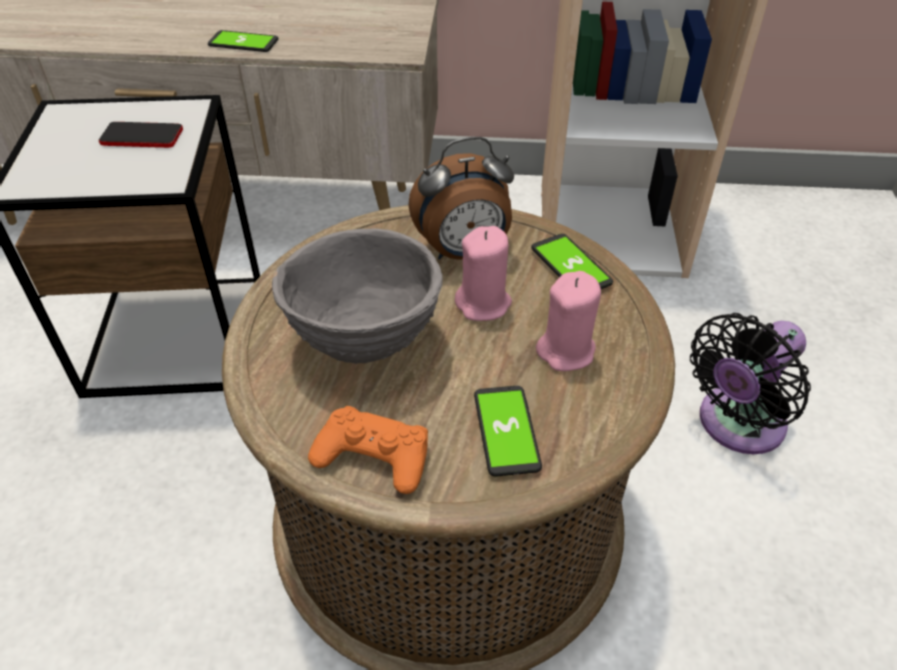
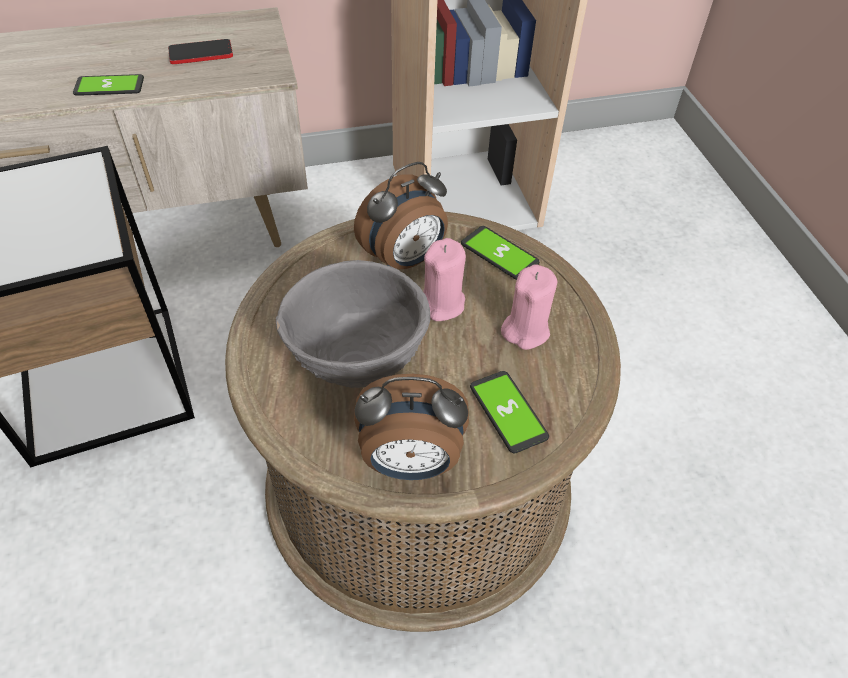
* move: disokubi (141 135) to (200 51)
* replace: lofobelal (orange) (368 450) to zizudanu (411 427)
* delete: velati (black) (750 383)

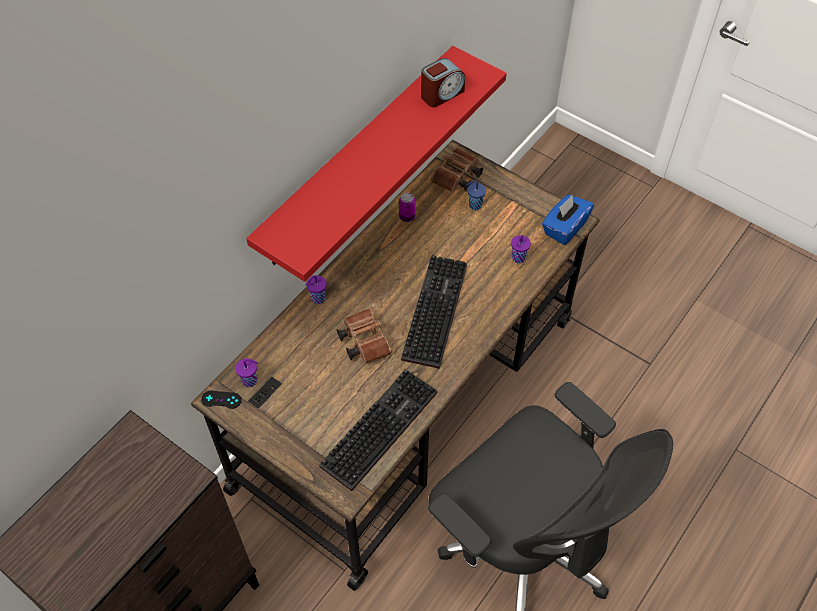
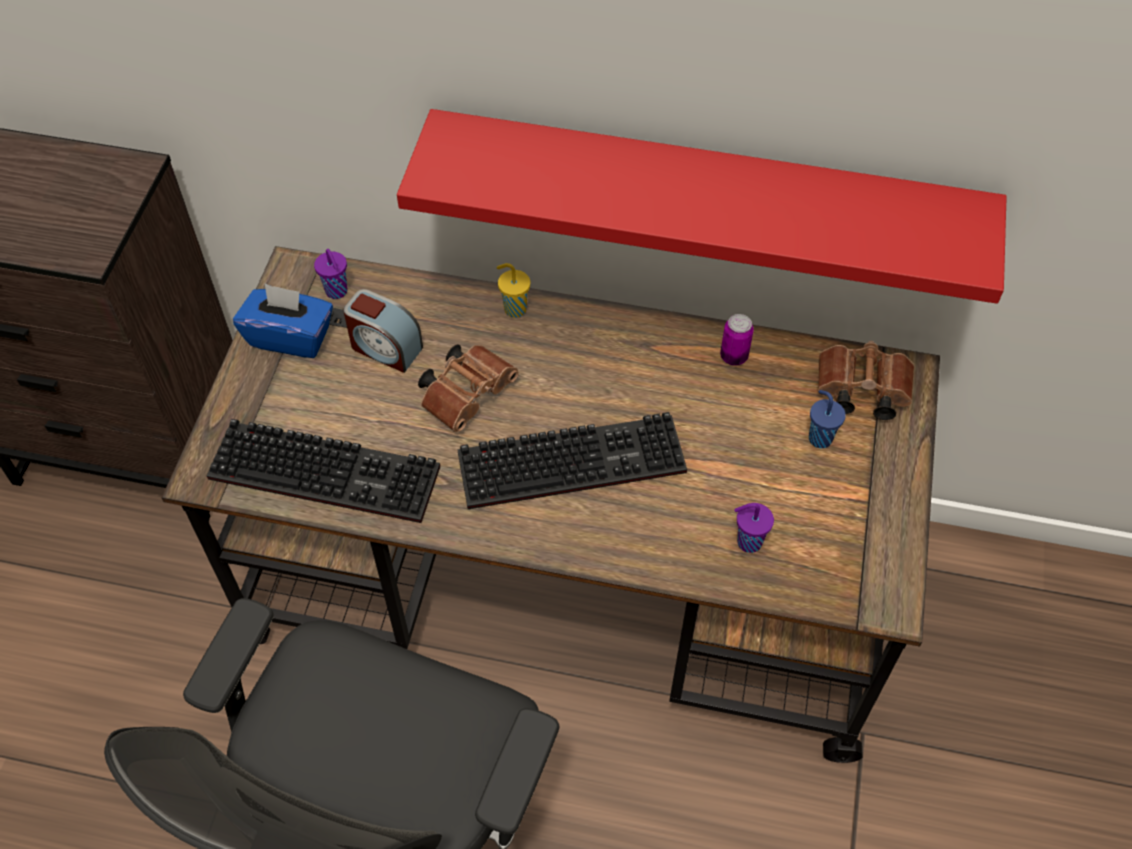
* delete: lofobelal (black) (221 400)
* recolor: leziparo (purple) (316 289) to leziparo (yellow) (513 290)
* move: zizudanu (443 82) to (383 331)
* move: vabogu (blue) (568 220) to (283 320)

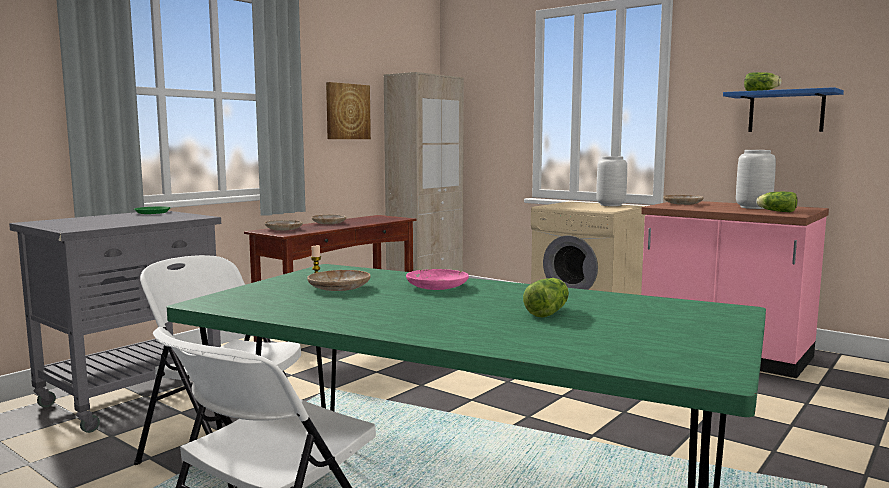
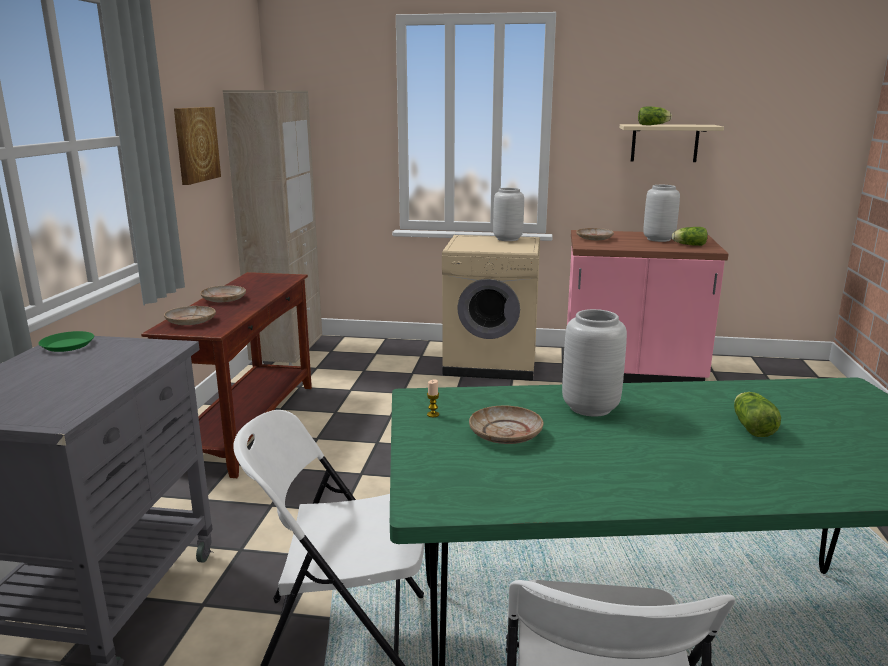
* replace: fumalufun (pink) (437 279) to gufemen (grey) (594 363)
* recolor: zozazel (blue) (783 109) to zozazel (beige) (672 143)

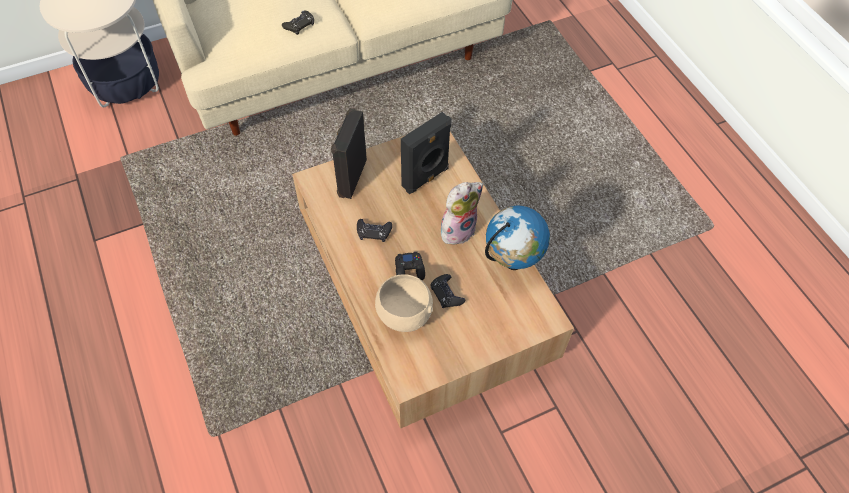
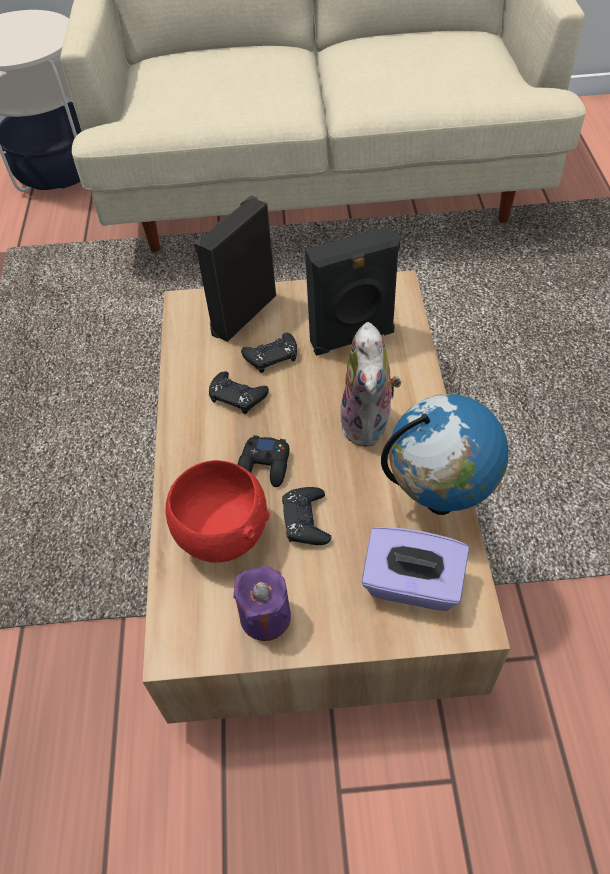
* move: lofobelal (black) (298 23) to (269 353)
* recolor: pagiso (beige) (404 303) to pagiso (red) (218 511)
* rotate: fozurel (462 213) = (371 384) 105 degrees clockwise
* insert: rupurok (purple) (262 603)
* insert: vabogu (purple) (415 569)

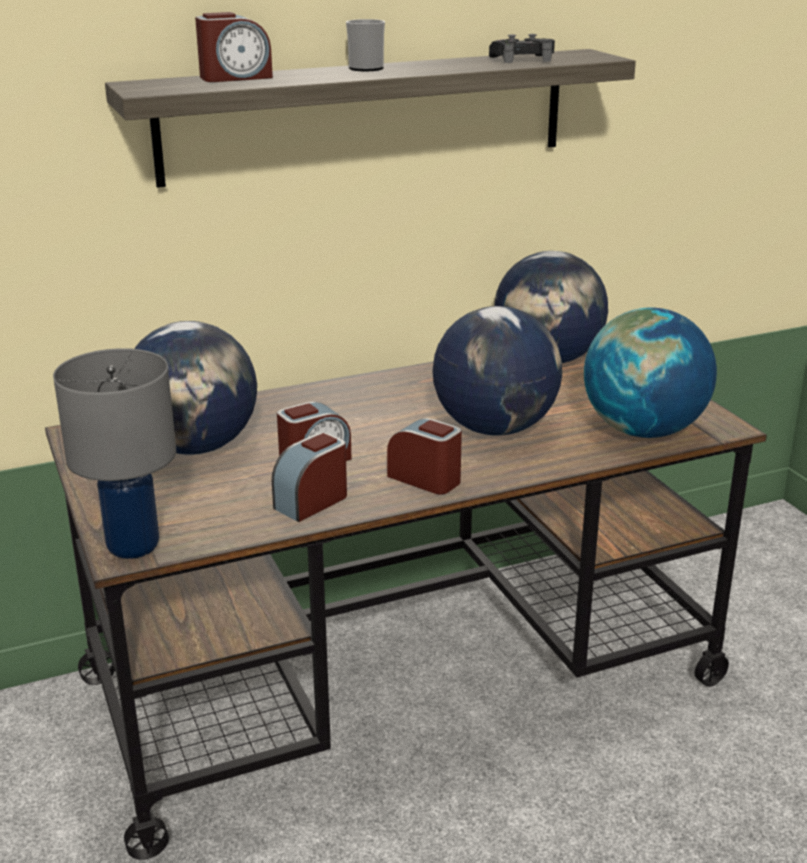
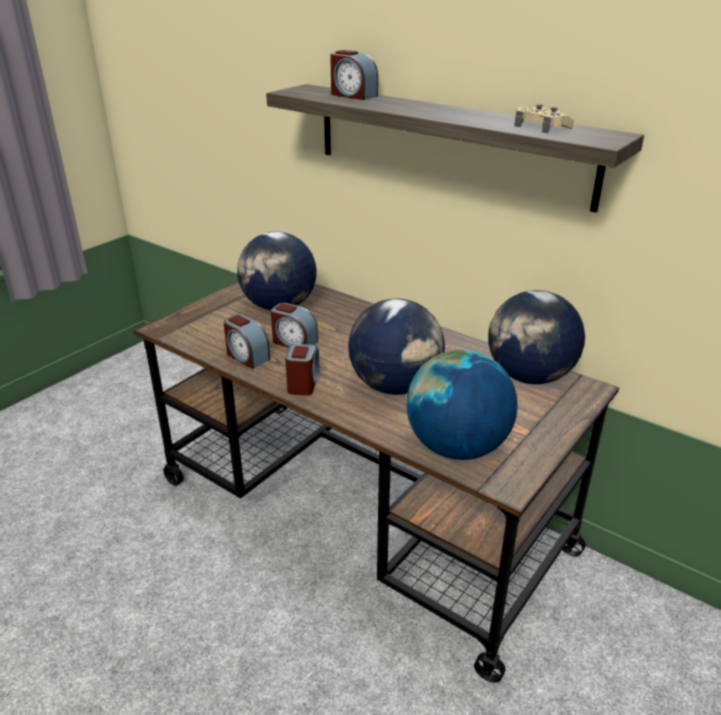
* delete: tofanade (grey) (114 453)
* rotate: zizudanu (309 477) = (247 341) 150 degrees counterclockwise
* delete: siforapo (365 45)
* recolor: lofobelal (black) (522 48) to lofobelal (beige) (544 118)

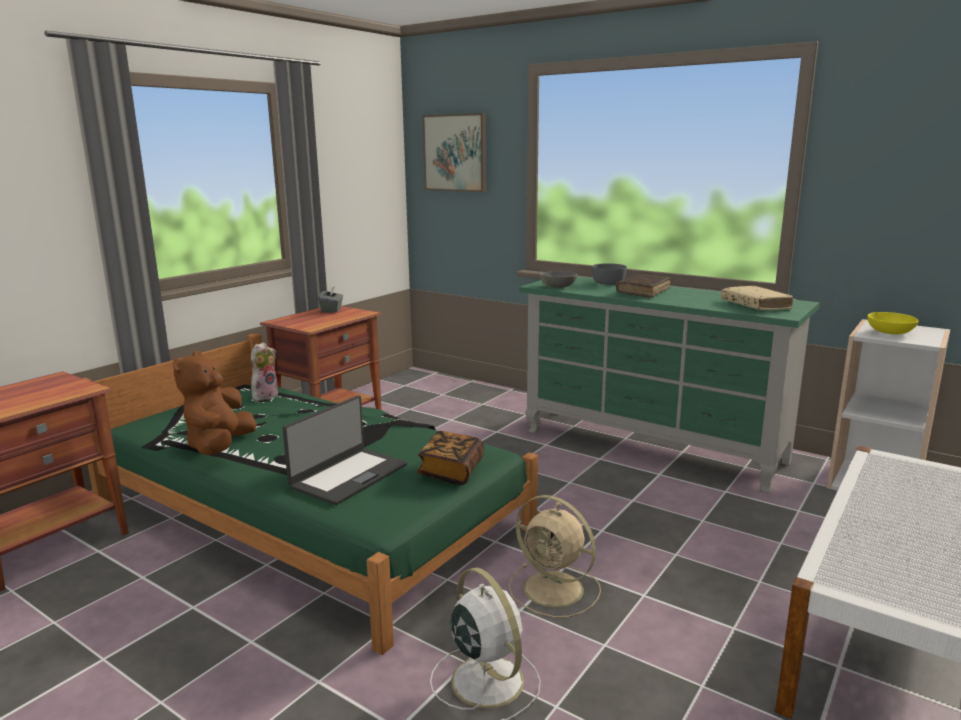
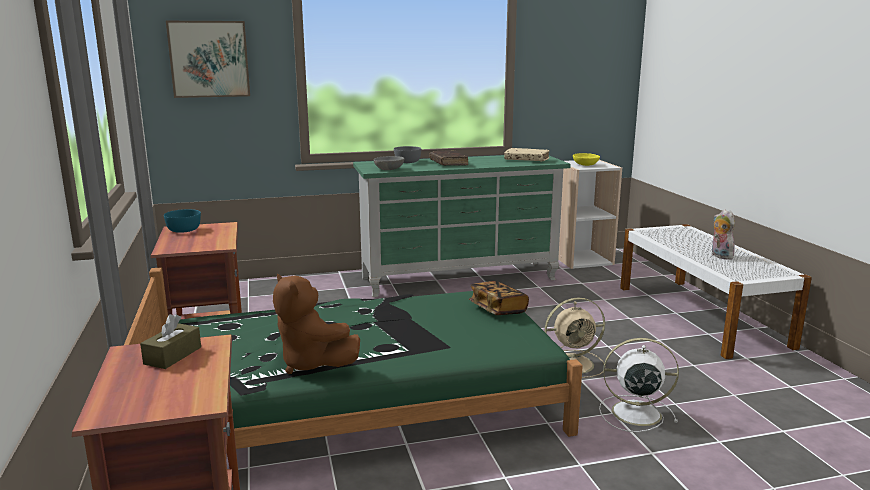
* move: fozurel (264 371) to (723 234)
* delete: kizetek (344 450)
* replace: vabogu (grey) (330 299) to pagiso (turquoise) (182 221)
* insert: vabogu (brown) (170 341)

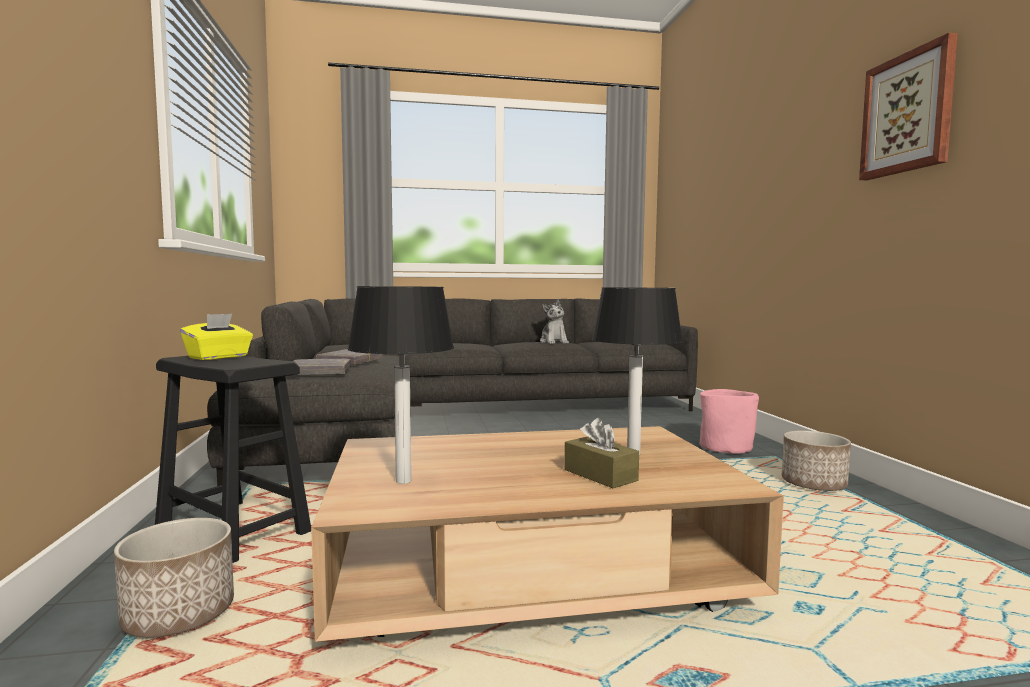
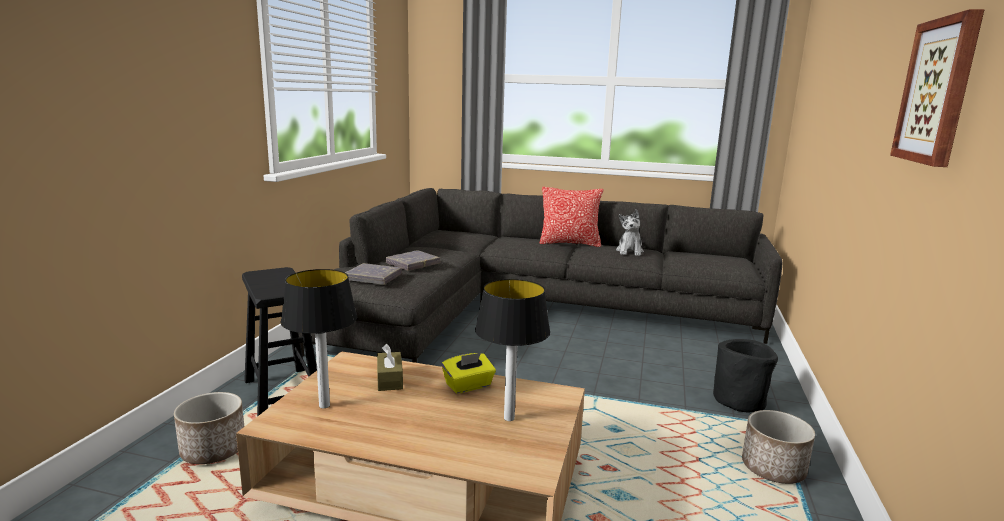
* move: vabogu (yellow) (216 337) to (469 373)
* move: vabogu (brown) (601 453) to (390 367)
* recolor: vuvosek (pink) (729 421) to vuvosek (black) (745 376)
* insert: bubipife (571 217)

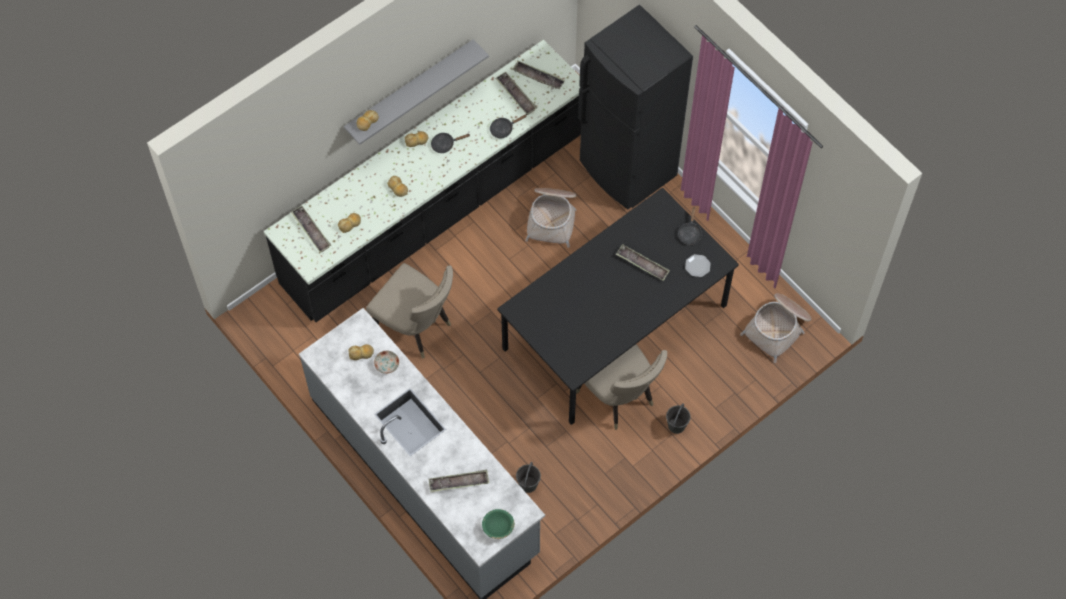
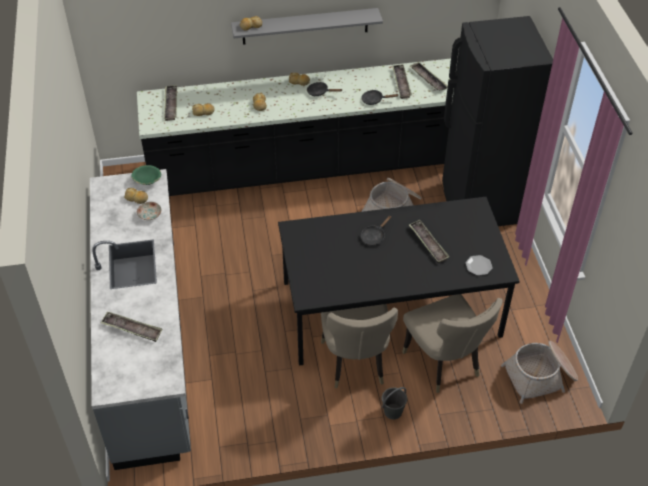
* move: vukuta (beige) (409 310) to (452 343)
* move: pagiso (green) (498 524) to (146 175)
* delete: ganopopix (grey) (528 477)
* move: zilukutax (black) (690 225) to (376 230)

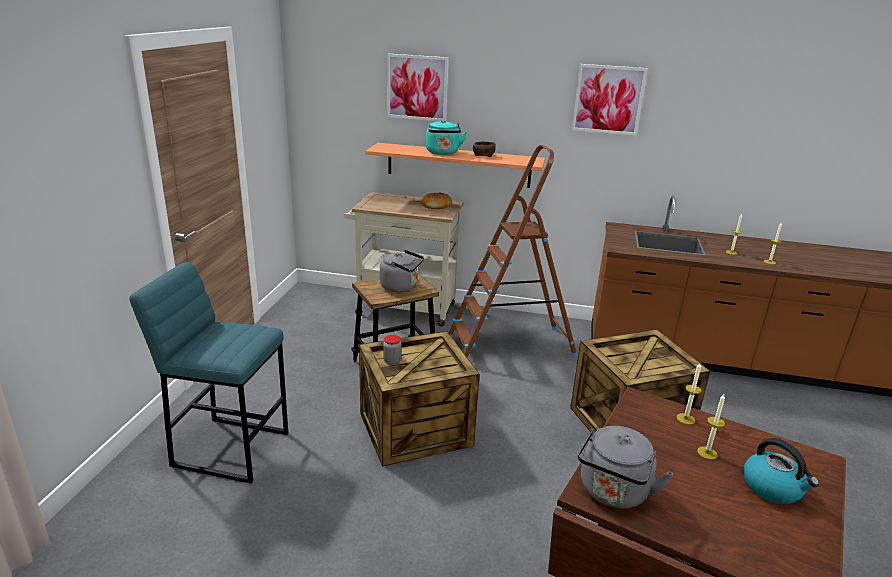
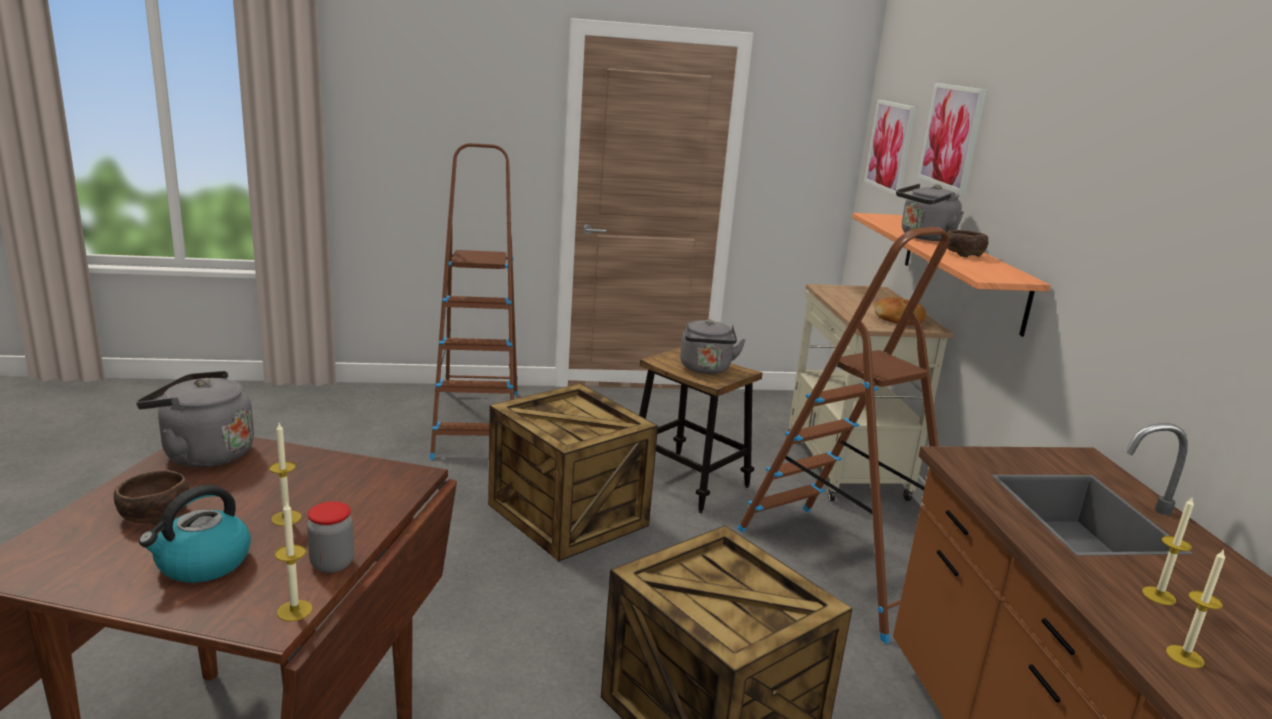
* replace: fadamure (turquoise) (208 373) to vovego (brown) (474 301)
* move: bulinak (392 350) to (330 537)
* recolor: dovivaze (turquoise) (446 137) to dovivaze (grey) (930 212)
* move: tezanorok (610 100) to (890 148)
* move: rupurok (689 394) to (293 561)
* insert: pagiso (brown) (152 498)

